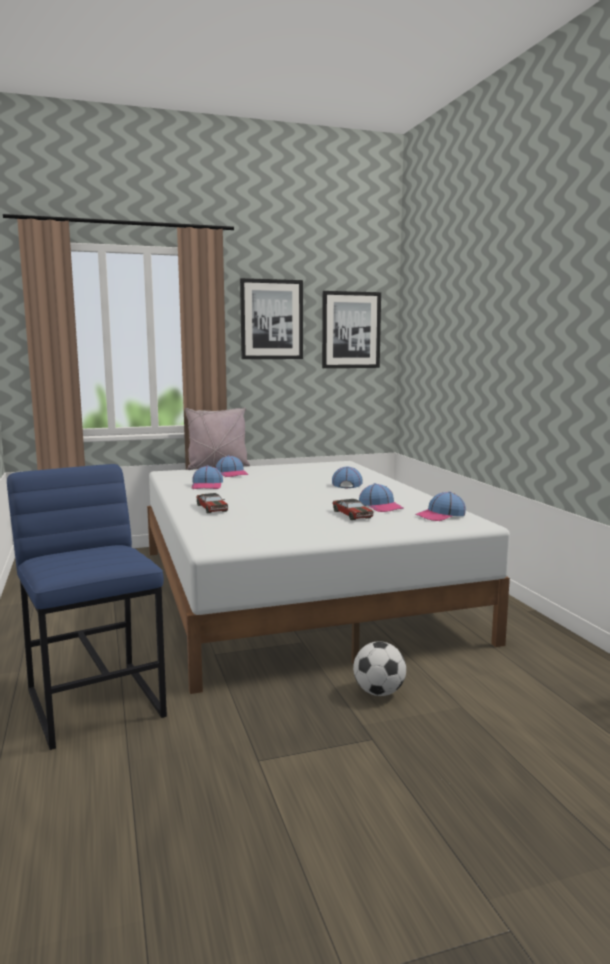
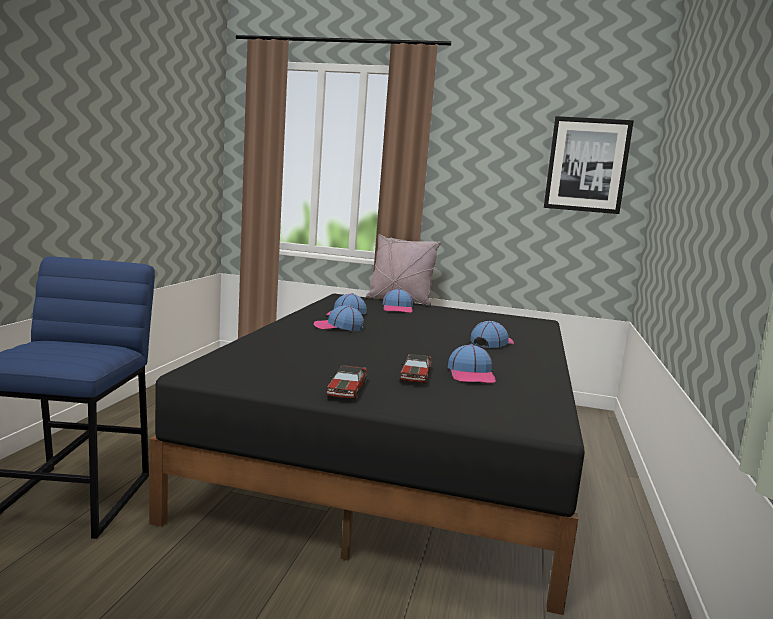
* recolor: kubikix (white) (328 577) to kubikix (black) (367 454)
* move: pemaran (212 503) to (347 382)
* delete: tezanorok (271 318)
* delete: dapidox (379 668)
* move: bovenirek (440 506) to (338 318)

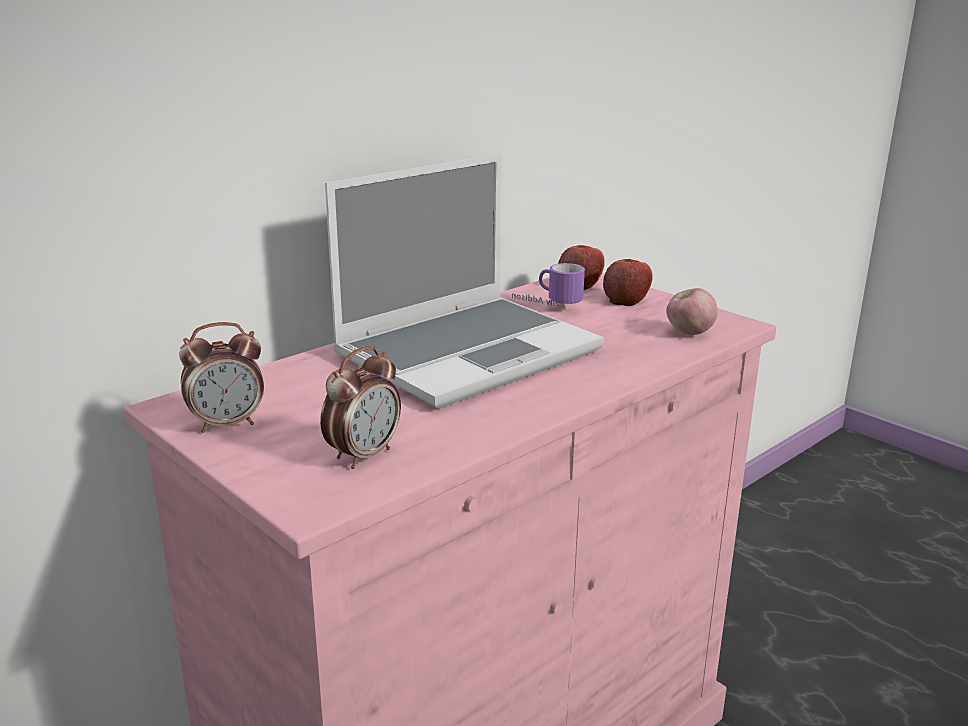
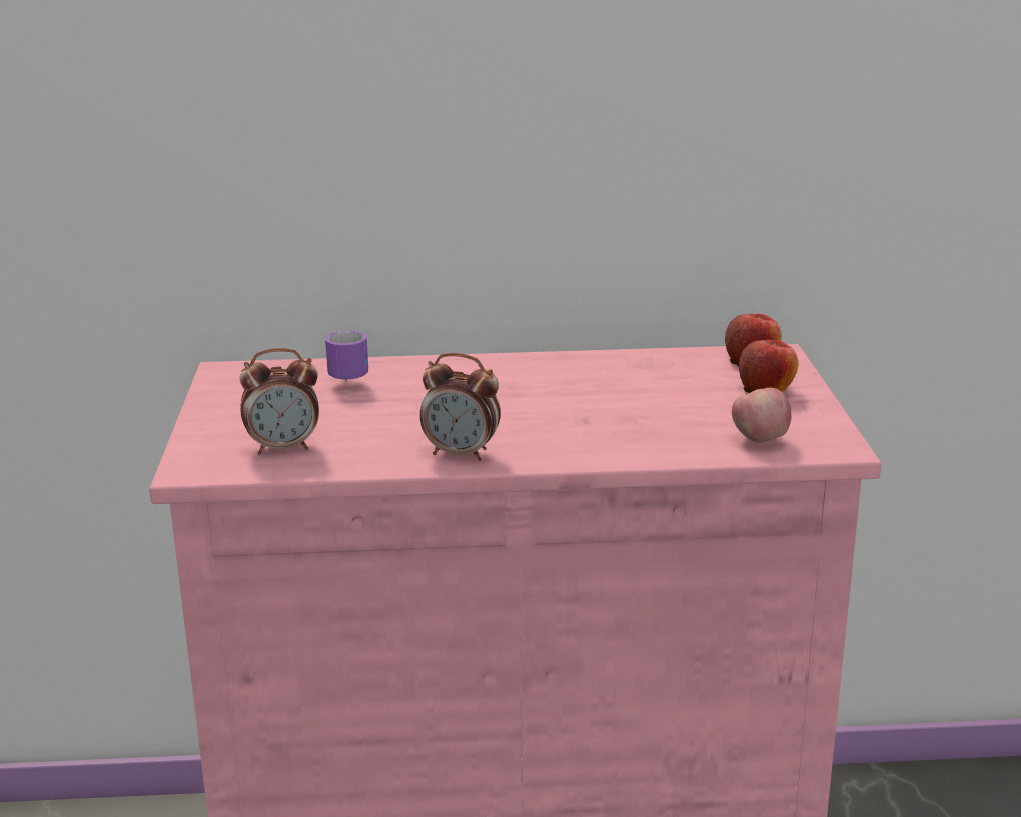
* move: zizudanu (221 377) to (460 407)
* delete: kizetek (464 281)
* move: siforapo (548 285) to (346 356)

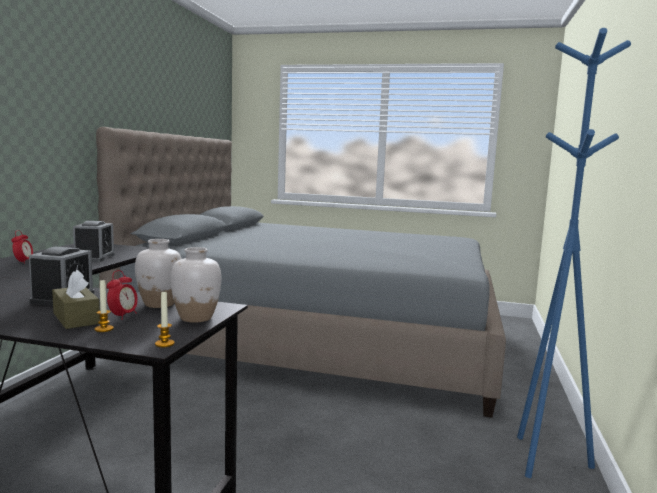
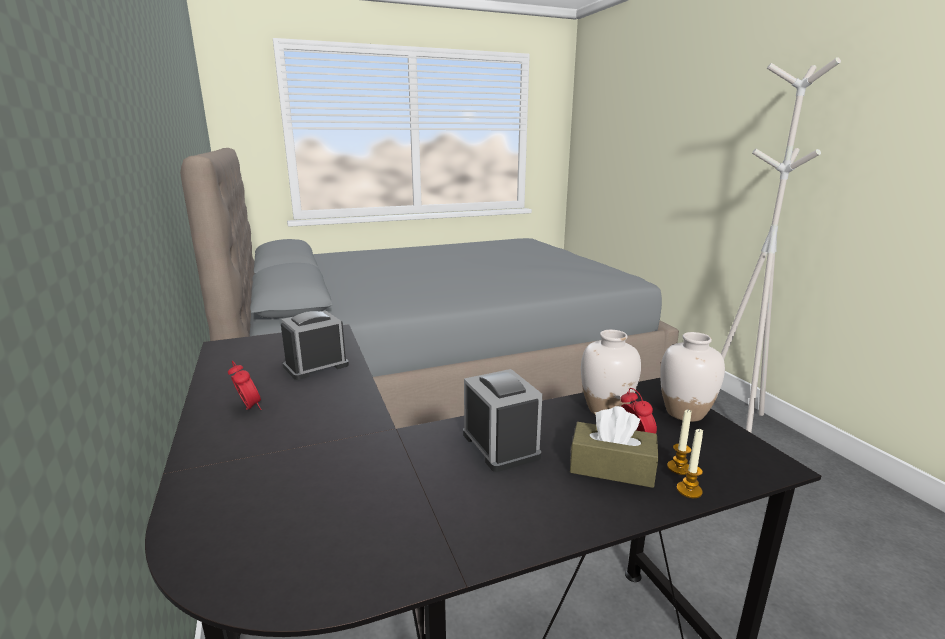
* rotate: zizudanu (94 241) = (315 345) 90 degrees counterclockwise
* move: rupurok (165 319) to (689 463)
* recolor: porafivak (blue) (574 253) to porafivak (grey) (781 245)

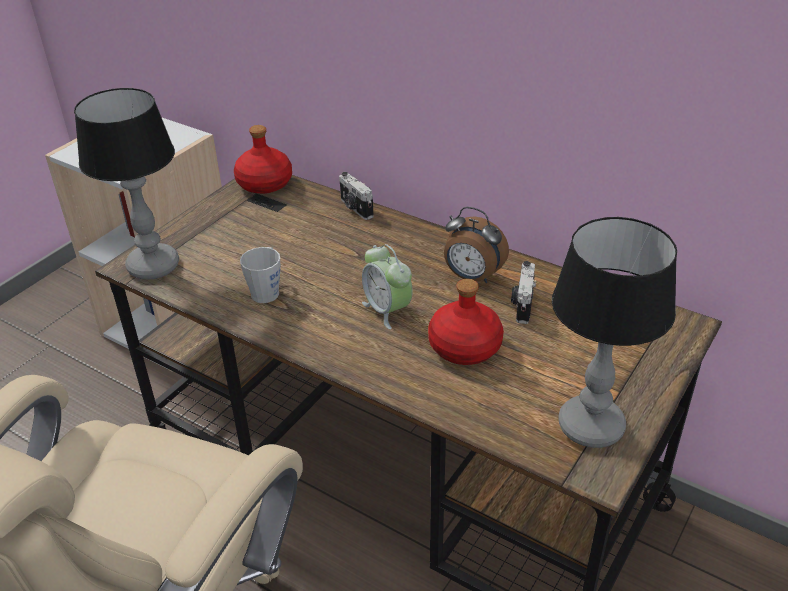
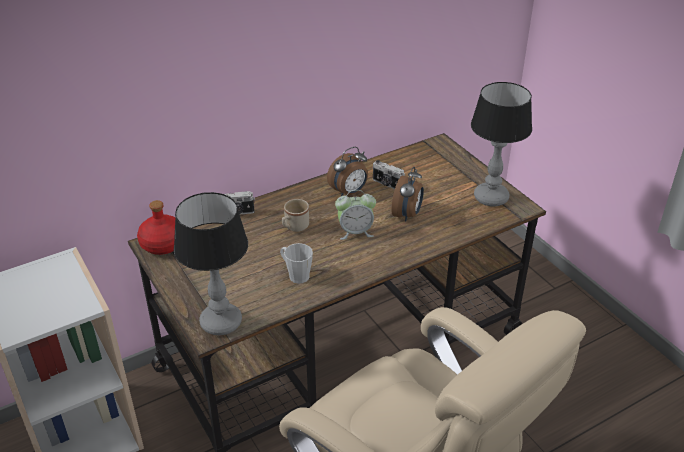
* replace: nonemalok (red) (466 322) to zizudanu (407 194)
* insert: siforapo (beige) (295 215)

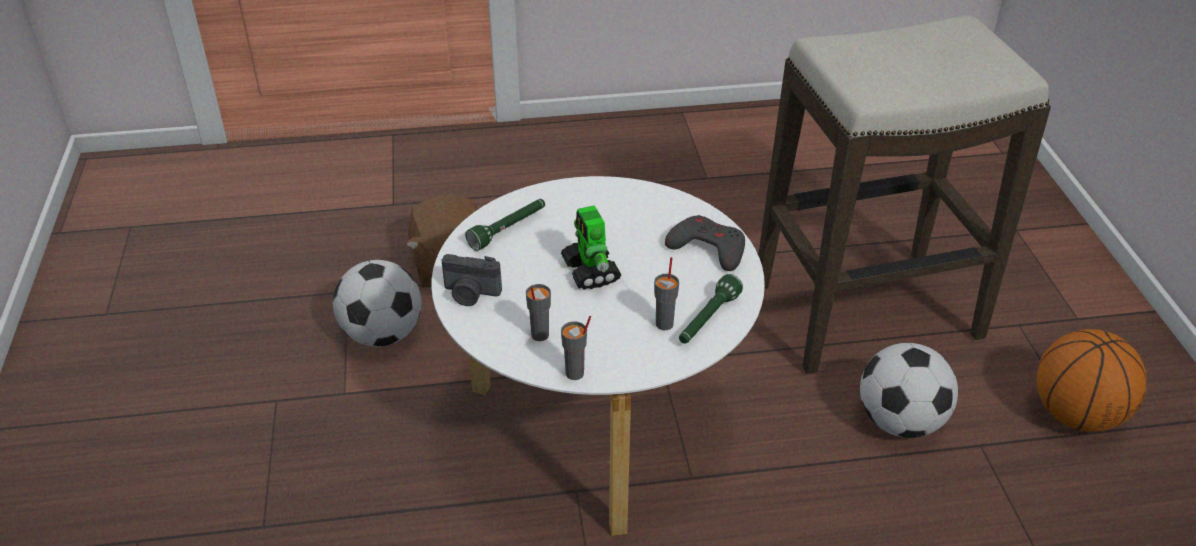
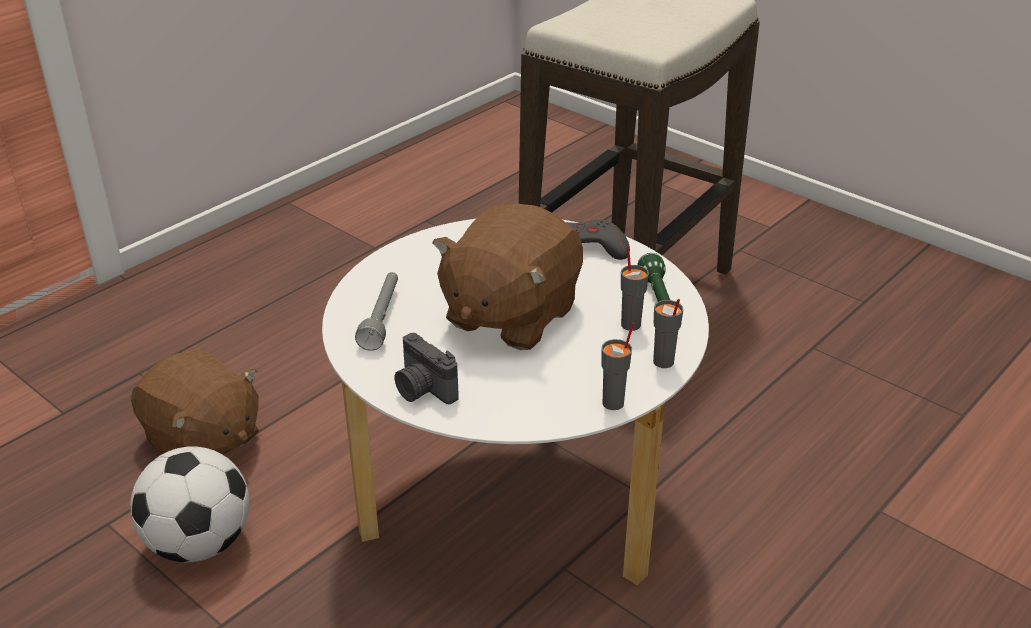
* rotate: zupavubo (472 280) = (426 368) 75 degrees clockwise
* recolor: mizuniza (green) (505 225) to mizuniza (grey) (376 311)
* move: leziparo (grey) (538 312) to (668 333)
* replace: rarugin (591 247) to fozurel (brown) (507 277)
* delete: dapidox (909 390)
* delete: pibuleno (1091 380)

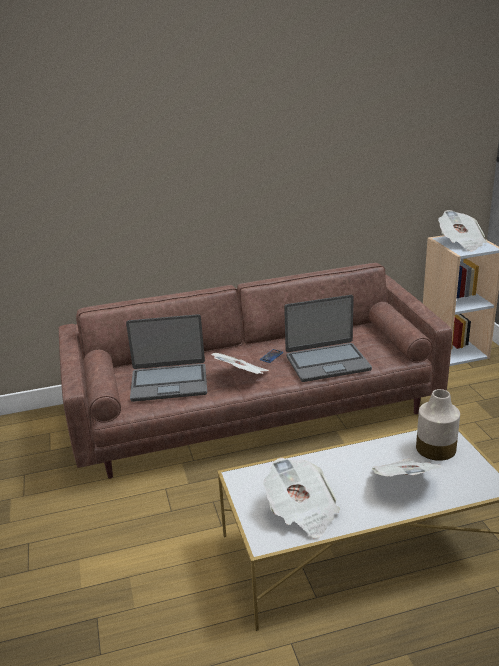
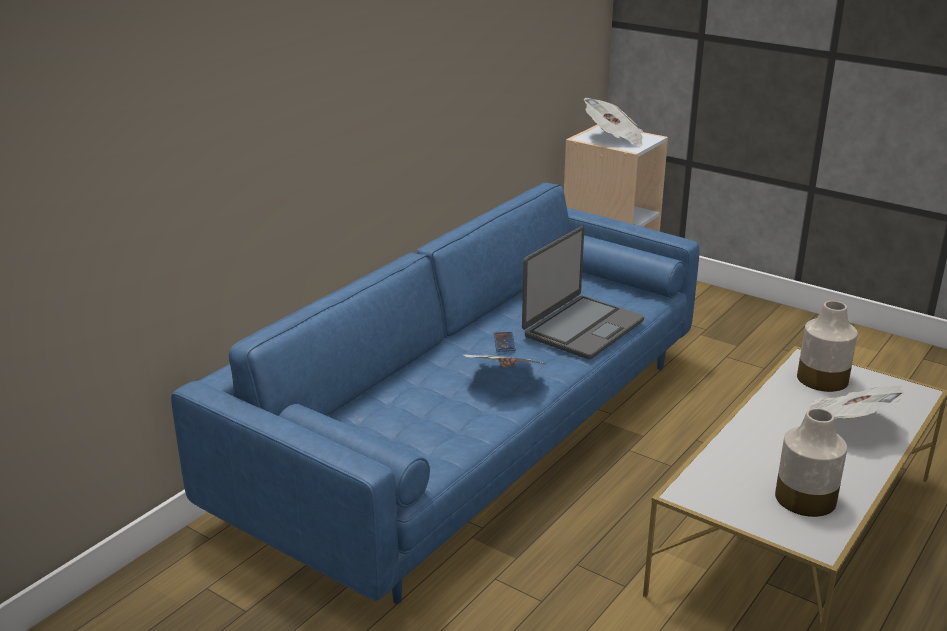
* recolor: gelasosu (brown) (255 370) to gelasosu (blue) (435 393)
* delete: kizetek (166 358)
* replace: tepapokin (301 498) to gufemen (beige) (811 462)

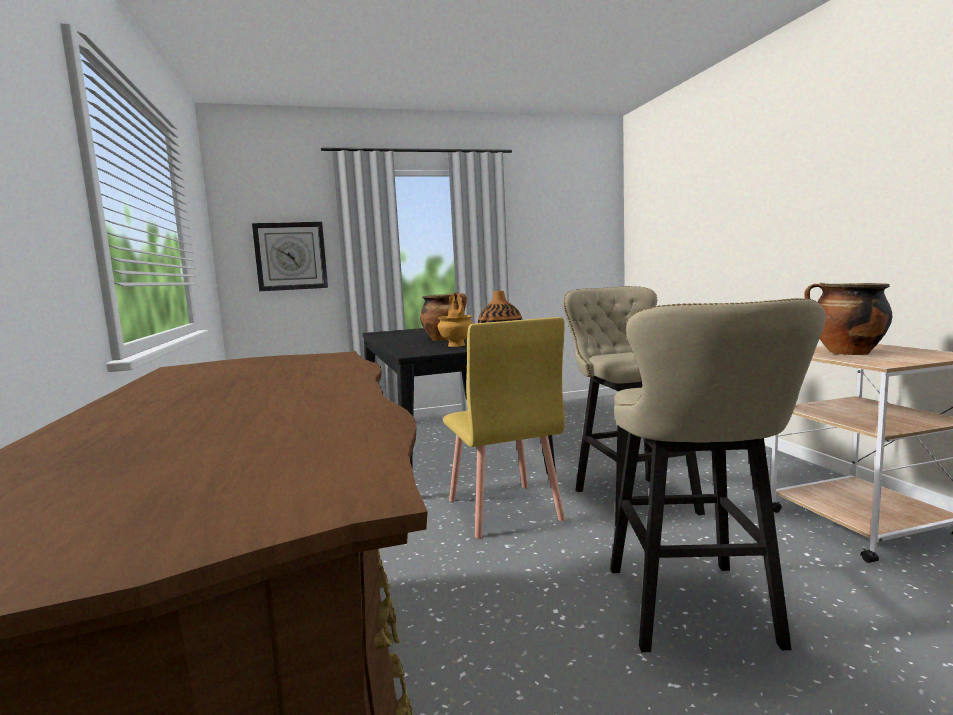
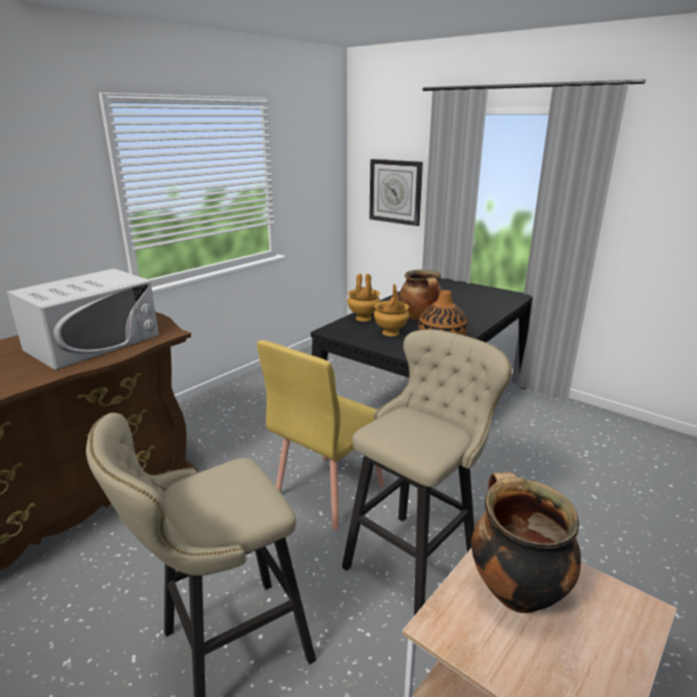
* insert: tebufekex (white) (83 319)
* insert: gufemen (brown) (364 297)

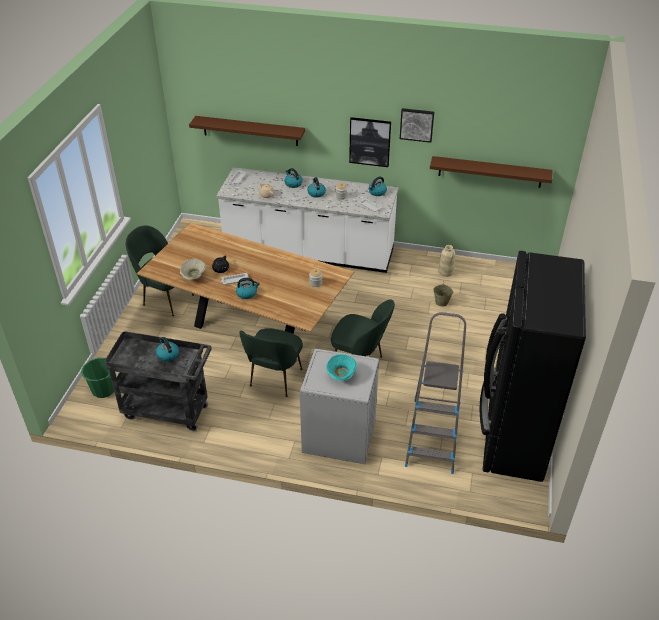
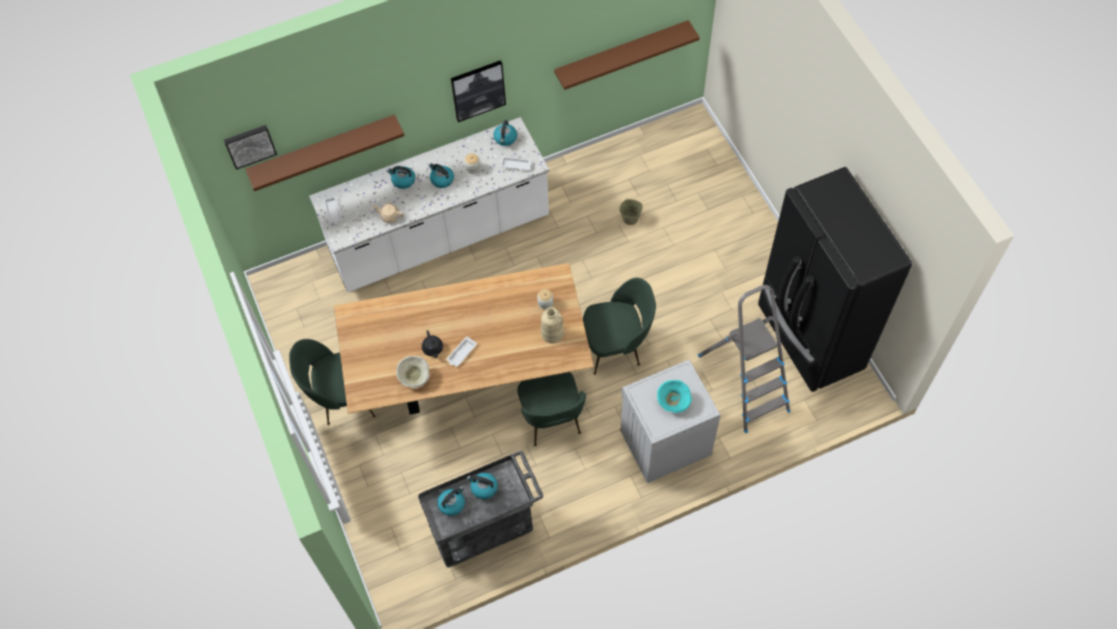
* delete: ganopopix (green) (99 378)
* move: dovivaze (248 288) to (451 501)
* move: tezanorok (417 125) to (250 147)
* move: gufemen (beige) (446 261) to (552 325)

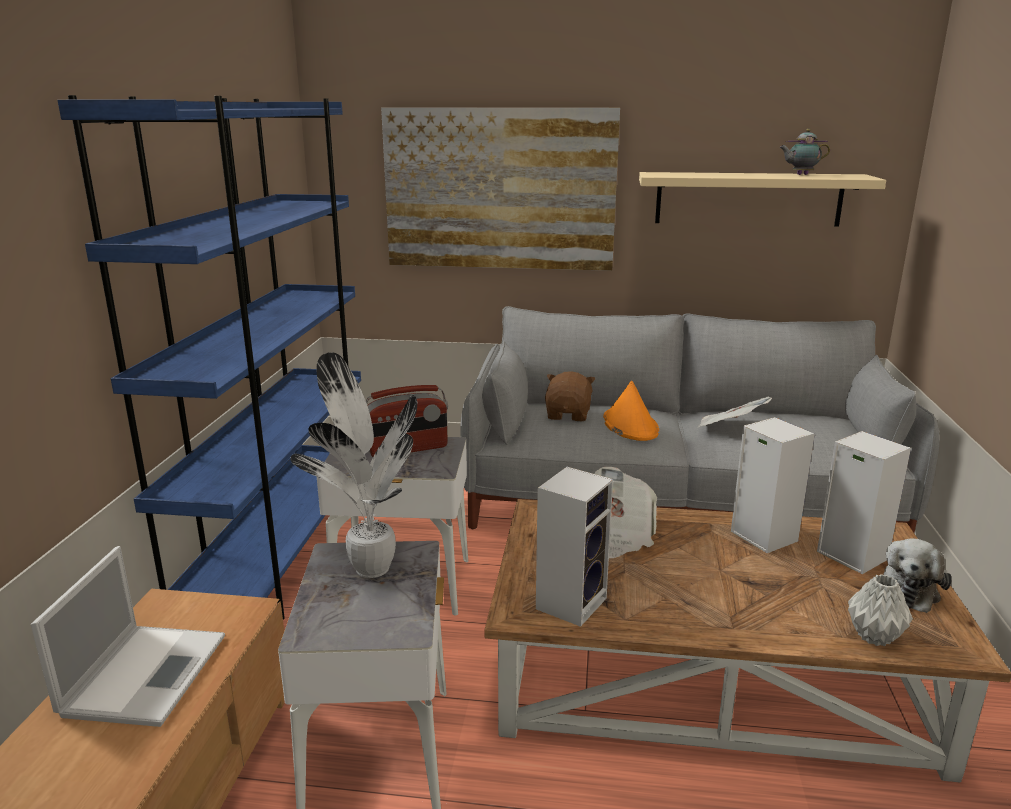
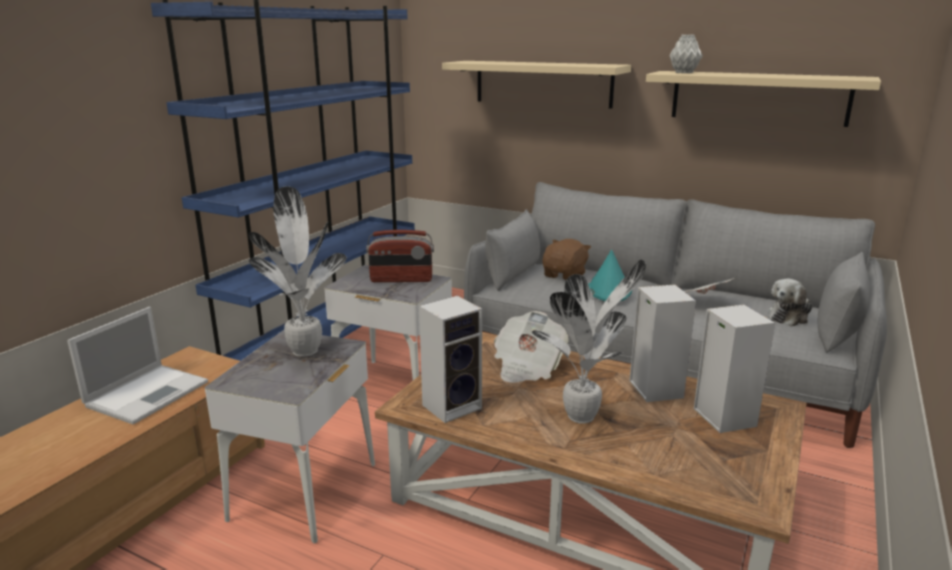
* replace: tezanorok (500 189) to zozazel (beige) (536 85)
* recolor: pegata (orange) (631 411) to pegata (turquoise) (610 276)
* delete: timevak (804 152)
* move: gufemen (grey) (880 610) to (686 54)
* move: fozurel (917 575) to (790 303)
* insert: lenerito (589 342)

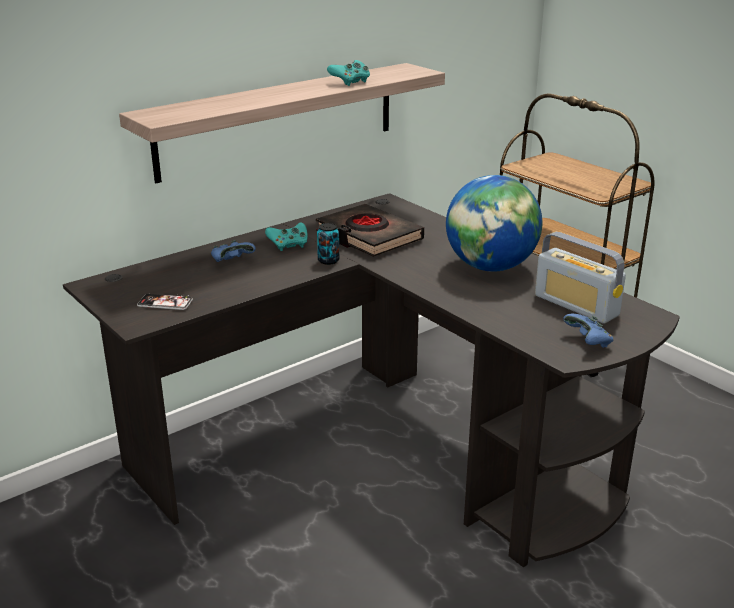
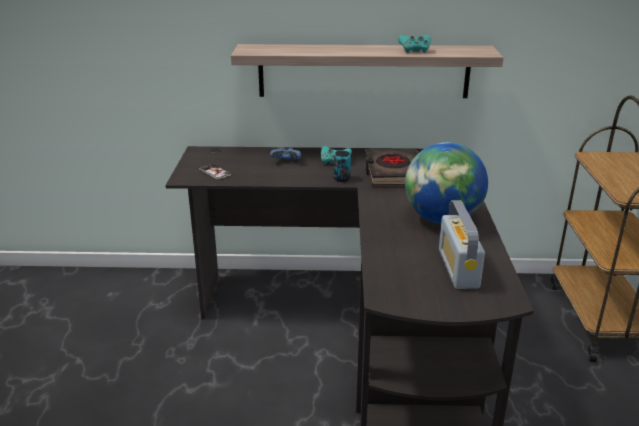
* delete: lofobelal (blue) (588 331)

